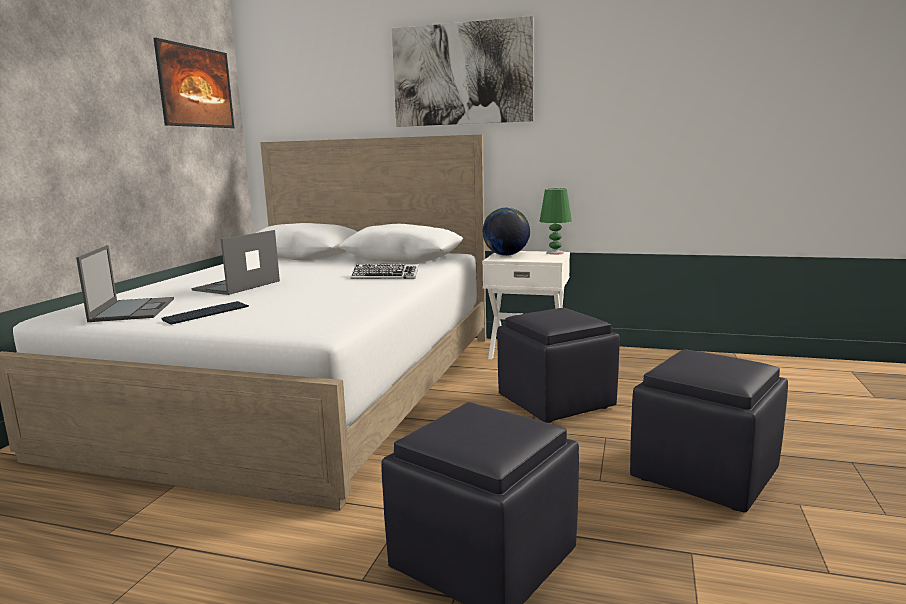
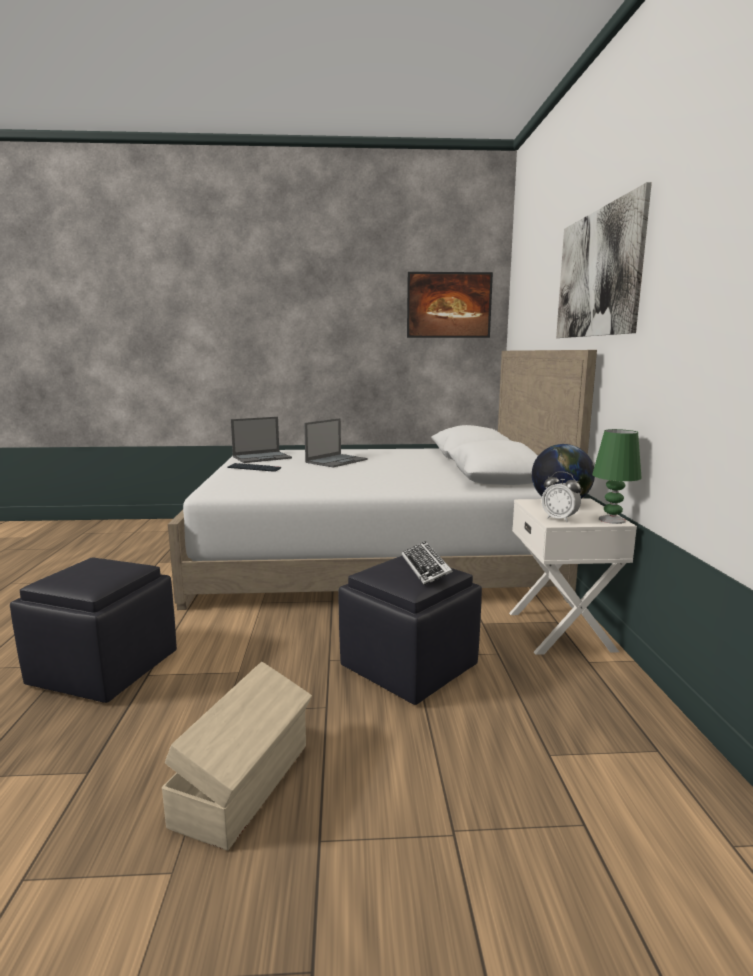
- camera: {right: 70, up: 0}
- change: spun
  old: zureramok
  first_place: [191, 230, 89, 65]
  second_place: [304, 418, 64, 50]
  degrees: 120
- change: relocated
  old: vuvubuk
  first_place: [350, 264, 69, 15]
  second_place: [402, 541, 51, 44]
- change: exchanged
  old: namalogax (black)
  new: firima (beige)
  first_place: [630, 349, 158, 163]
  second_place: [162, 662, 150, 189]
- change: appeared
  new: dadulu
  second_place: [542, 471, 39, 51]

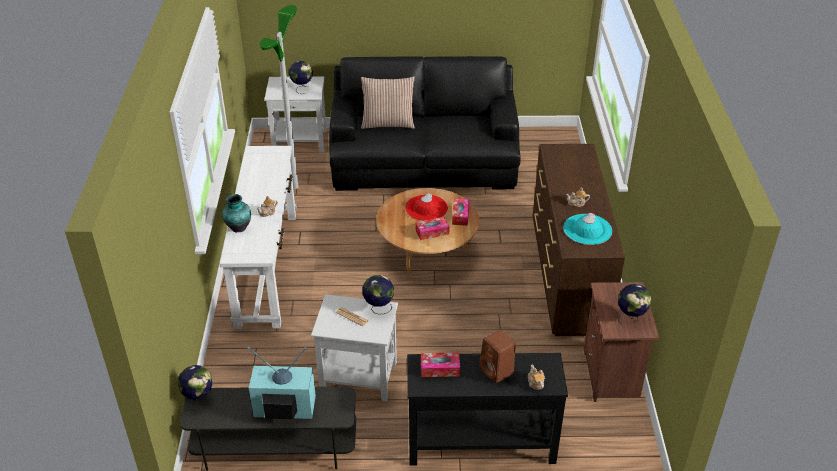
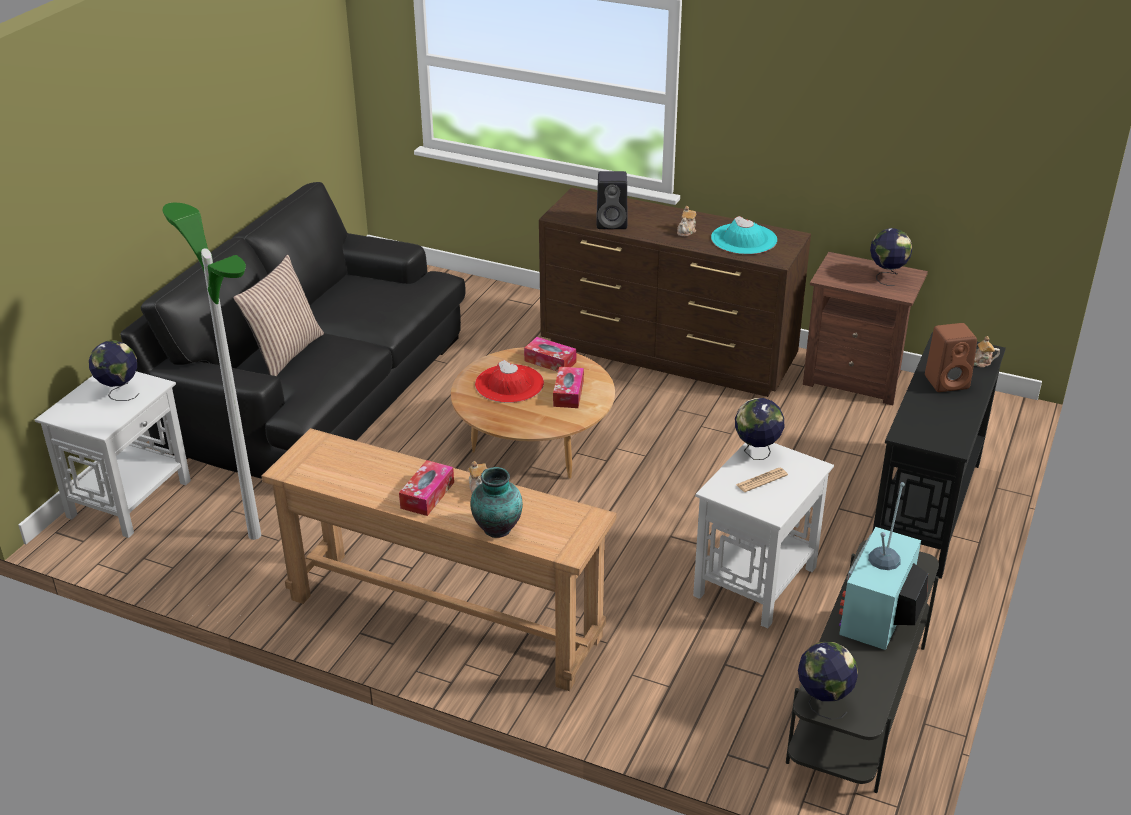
- camera: {right: -65, up: -5}
- change: colour
  old: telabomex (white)
  new: telabomex (brown)
  first_place: [220, 146, 76, 183]
  second_place: [262, 428, 355, 263]
- change: relocated
  old: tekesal
  first_place: [421, 352, 39, 25]
  second_place: [399, 460, 55, 56]
- change: appeared
  new: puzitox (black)
  second_place: [597, 171, 30, 58]

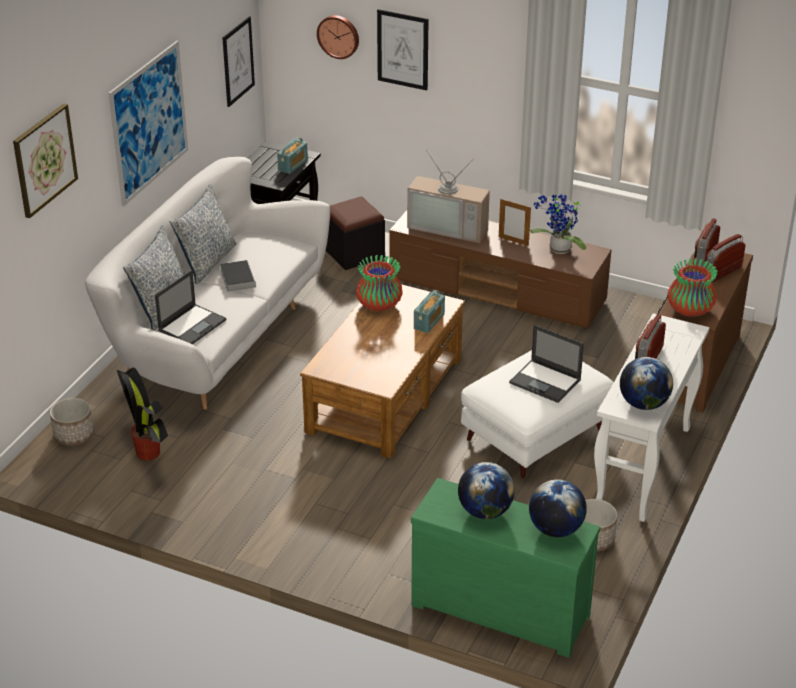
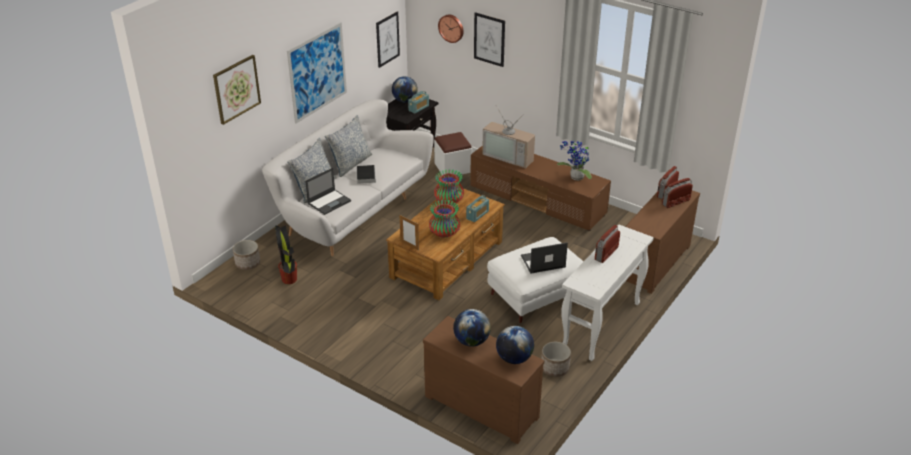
- camera: {right: 10, up: 0}
- change: colour
  old: namalogax (black)
  new: namalogax (white)
  first_place: [326, 196, 59, 74]
  second_place: [434, 132, 38, 45]
- change: colour
  old: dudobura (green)
  new: dudobura (brown)
  first_place: [411, 478, 189, 180]
  second_place: [423, 316, 121, 128]
- change: relocated
  old: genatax
  first_place: [499, 199, 32, 47]
  second_place: [400, 215, 19, 35]
- change: spun
  old: zureramok
  first_place: [509, 325, 75, 78]
  second_place: [521, 242, 47, 32]
  degrees: 120
- change: relocated
  old: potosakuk
  first_place: [620, 357, 53, 53]
  second_place: [392, 76, 26, 27]
- change: relocated
  old: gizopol
  first_place: [667, 259, 51, 58]
  second_place: [429, 200, 31, 38]

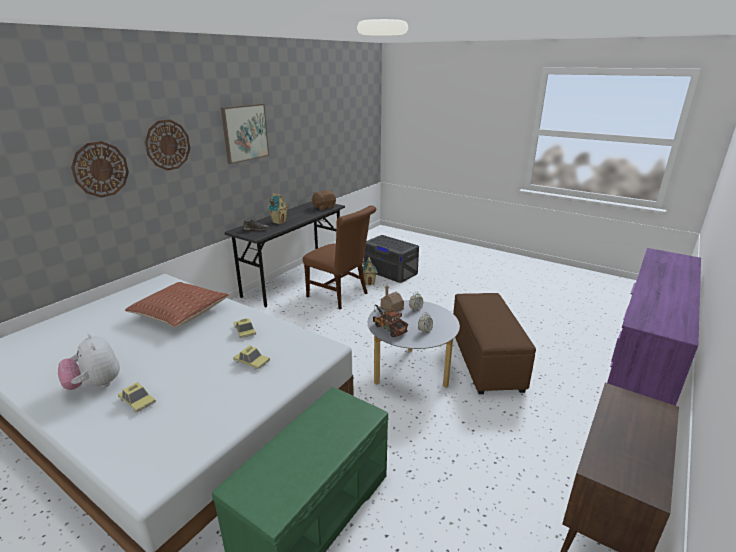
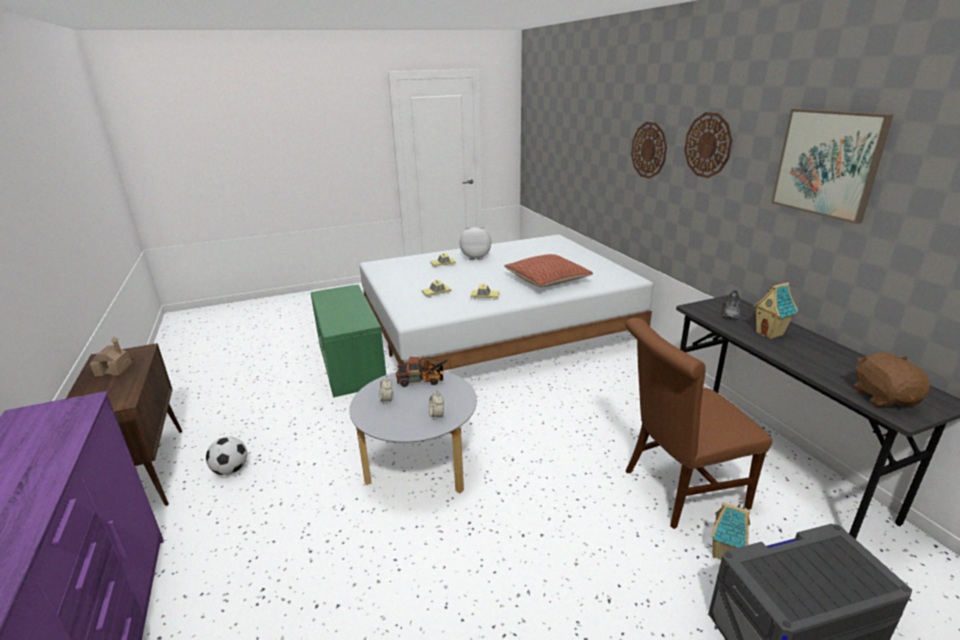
- camera: {right: 125, up: 0}
- change: relocated
  old: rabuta
  first_place: [381, 285, 23, 27]
  second_place: [90, 337, 42, 39]
- change: missing
  old: namalogax (brown)
  first_place: [453, 293, 83, 101]
- change: appeared
  new: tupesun
  second_place: [206, 436, 41, 39]

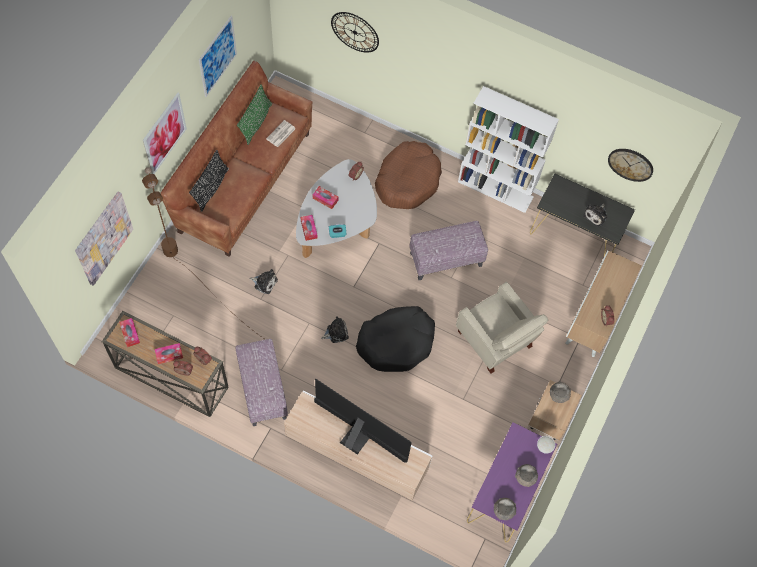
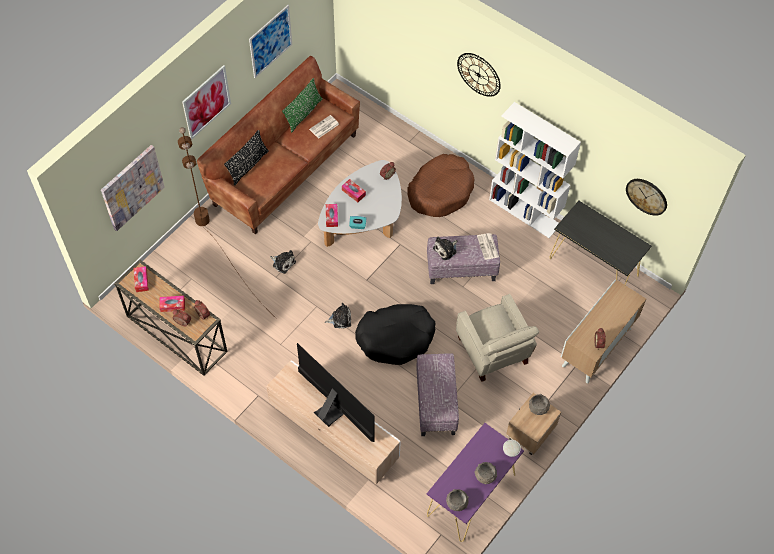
- camera: {right: 15, up: -5}
- change: relocated
  old: namalogax
  first_place: [235, 339, 53, 87]
  second_place: [416, 353, 43, 83]
- change: relocated
  old: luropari
  first_place: [331, 12, 48, 41]
  second_place: [457, 53, 44, 44]
- change: relocated
  old: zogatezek
  first_place: [583, 204, 24, 23]
  second_place: [433, 237, 24, 23]
- change: appeared
  new: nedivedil
  second_place: [477, 233, 22, 27]

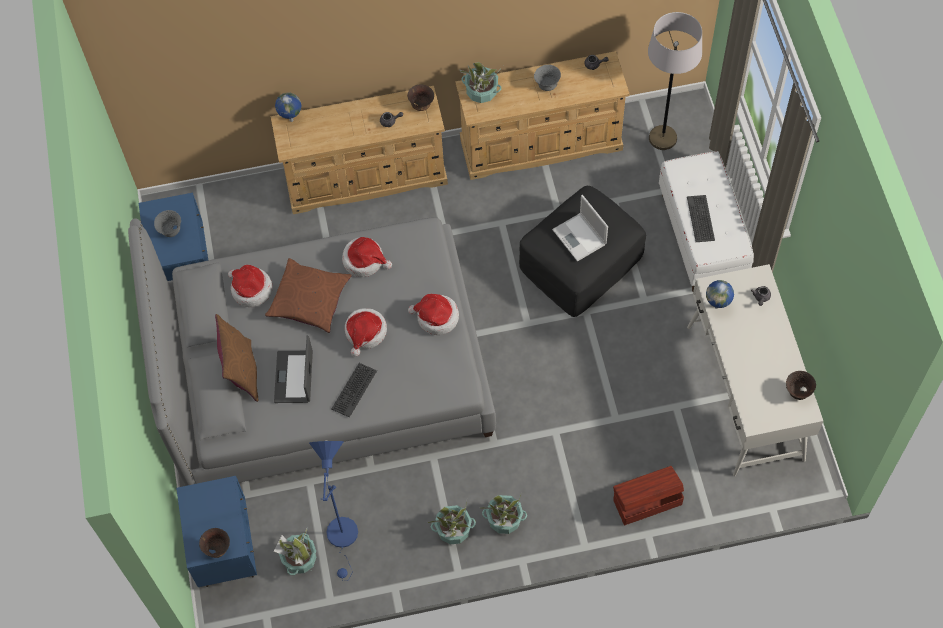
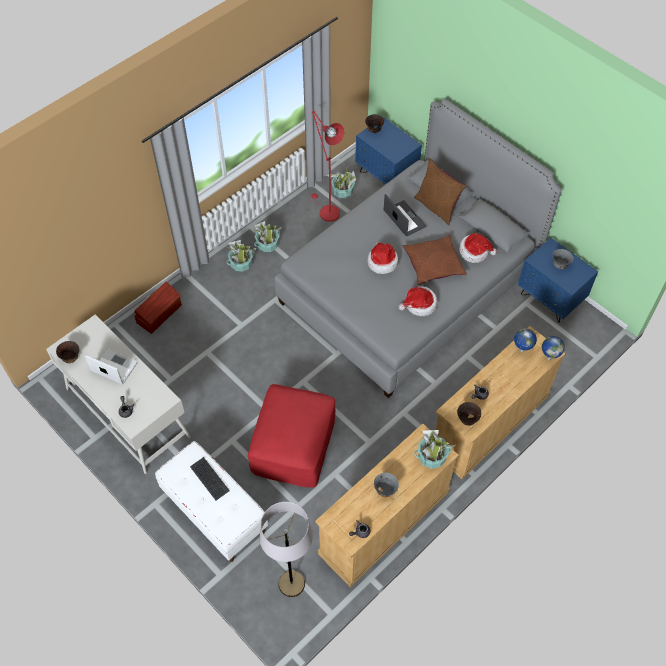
- camera: {right: 145, up: -5}
- change: colour
  old: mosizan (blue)
  new: mosizan (red)
  first_place: [309, 440, 49, 141]
  second_place: [309, 111, 35, 111]
- change: missing
  old: vuvubuk
  first_place: [331, 363, 46, 55]
- change: missing
  old: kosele
  first_place: [408, 294, 51, 41]
- change: colour
  old: namalogax (black)
  new: namalogax (red)
  first_place: [519, 186, 127, 131]
  second_place: [248, 384, 87, 104]
- change: relocated
  old: zureramok
  first_place: [552, 195, 56, 66]
  second_place: [85, 348, 53, 36]
- change: relocated
  old: potosakuk
  first_place: [706, 280, 28, 29]
  second_place: [514, 328, 23, 24]

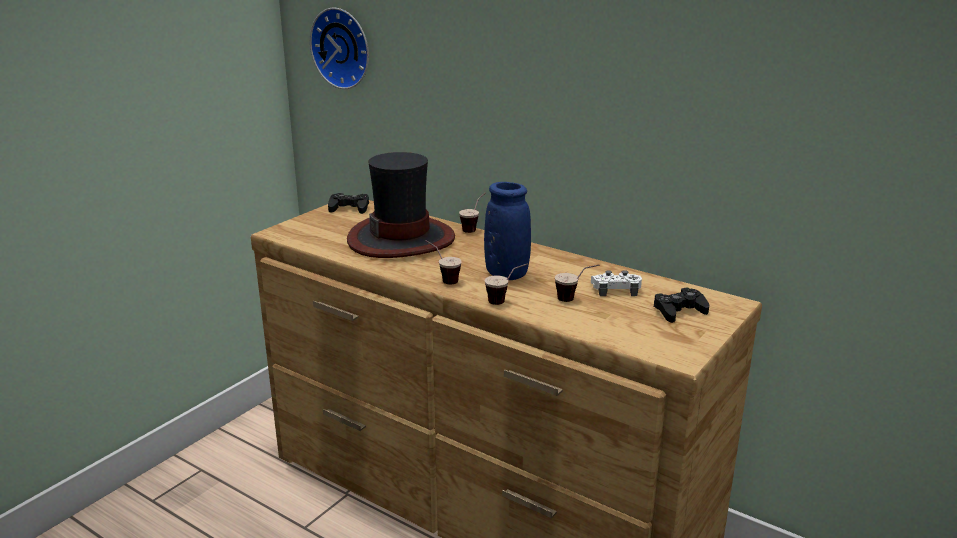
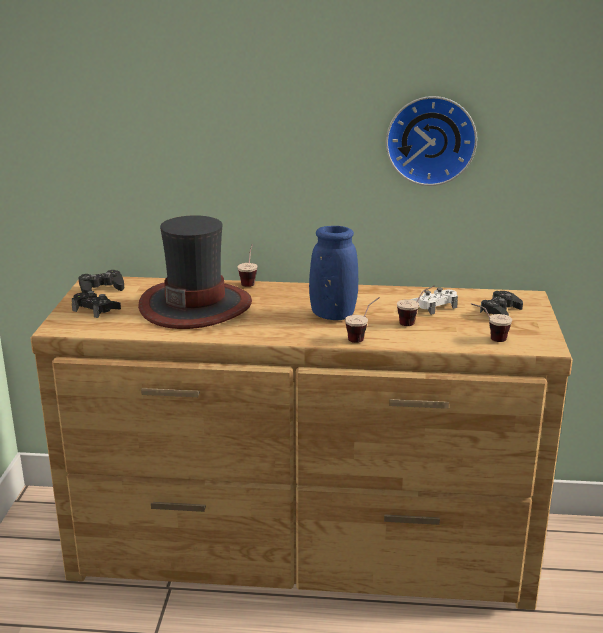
- camera: {right: -30, up: 0}
- change: relocated
  old: luropari
  first_place: [310, 8, 59, 81]
  second_place: [386, 96, 91, 90]
- change: relocated
  old: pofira
  first_place: [425, 240, 37, 44]
  second_place: [471, 303, 41, 39]
- change: appeared
  new: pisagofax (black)
  second_place: [72, 291, 49, 27]

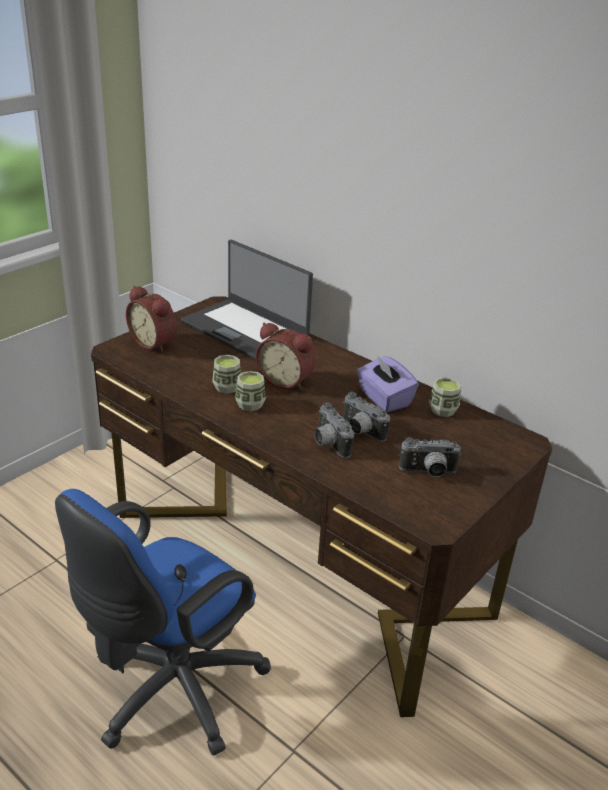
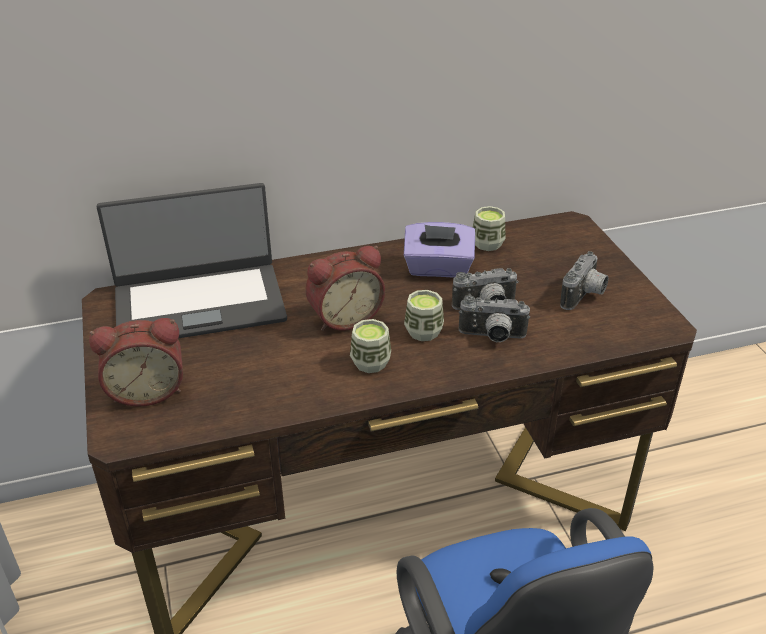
- camera: {right: -55, up: 5}
- change: relocated
  old: pofira
  first_place: [212, 355, 29, 39]
  second_place: [404, 290, 40, 51]

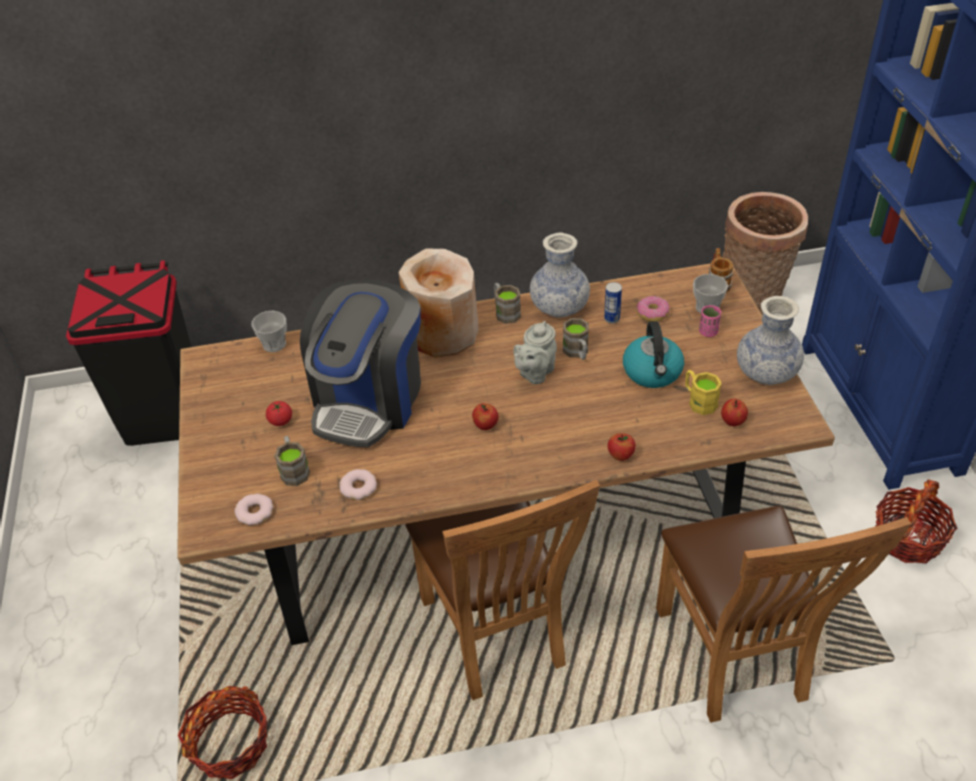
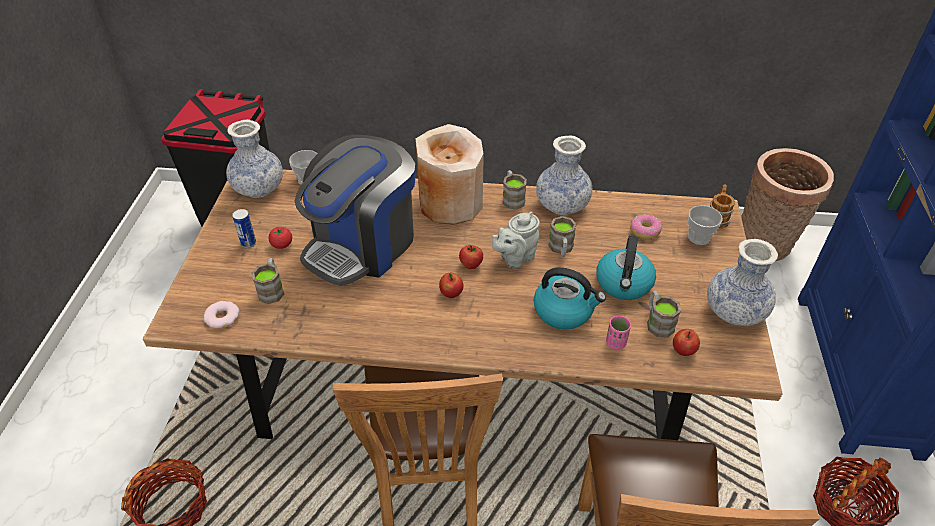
- camera: {right: 15, up: 0}
- change: missing
  old: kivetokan
  first_place: [339, 469, 38, 31]
- change: relocated
  old: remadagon
  first_place: [604, 282, 18, 42]
  second_place: [232, 209, 24, 39]
- change: relocated
  old: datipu
  first_place: [608, 433, 28, 28]
  second_place: [459, 245, 24, 24]
- change: colour
  old: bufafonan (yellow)
  new: bufafonan (brown)
  first_place: [685, 370, 37, 45]
  second_place: [647, 290, 34, 48]
- change: relocated
  old: pofira (pink)
  first_place: [699, 305, 22, 32]
  second_place: [606, 316, 25, 33]
- change: appeared
  new: gizopol
  second_place: [226, 119, 57, 79]
- change: appeared
  new: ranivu
  second_place: [534, 267, 72, 62]

